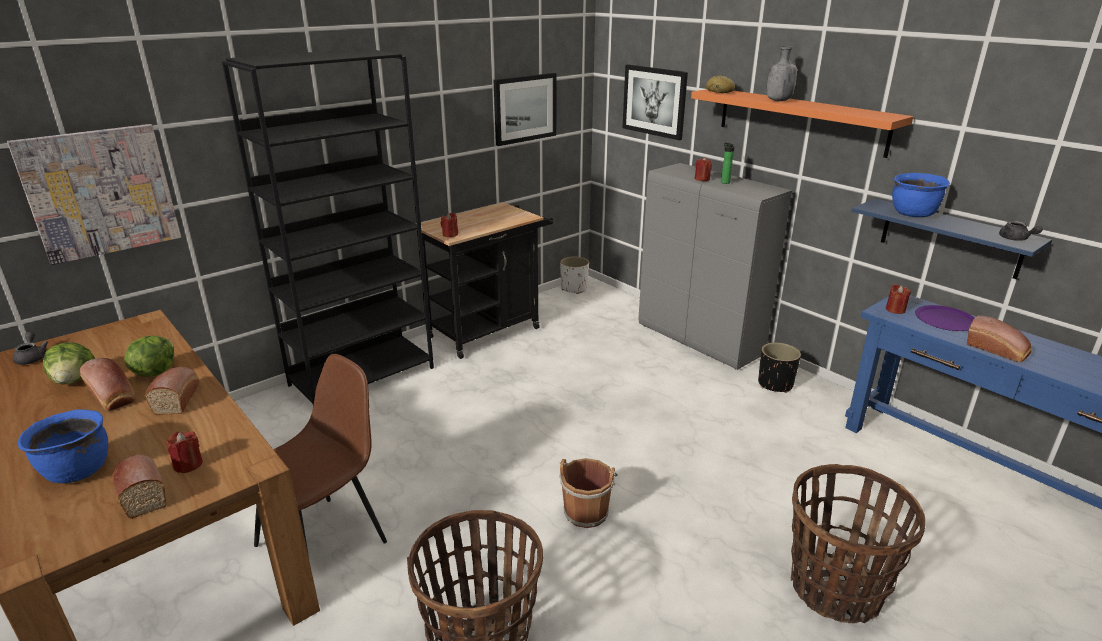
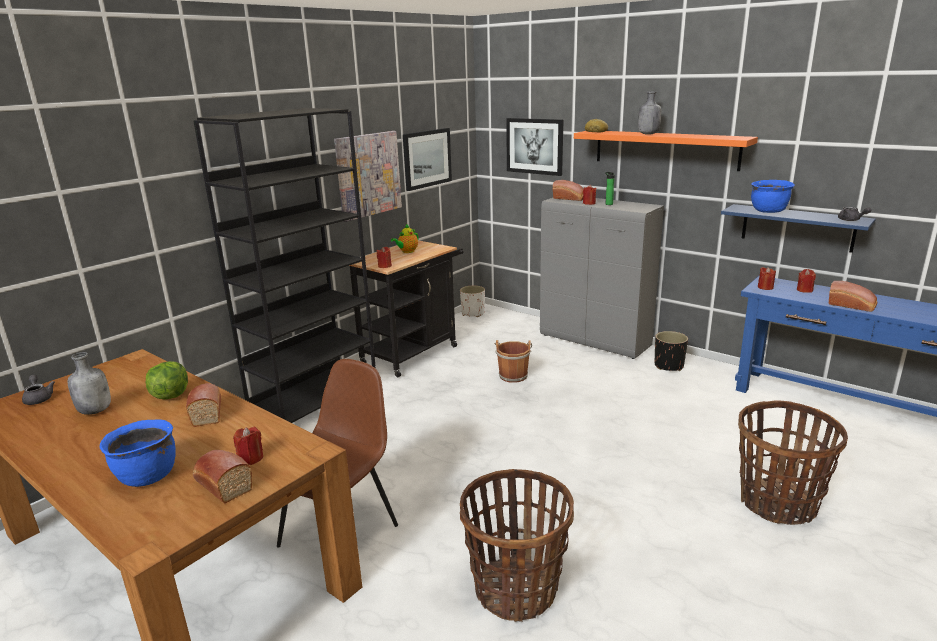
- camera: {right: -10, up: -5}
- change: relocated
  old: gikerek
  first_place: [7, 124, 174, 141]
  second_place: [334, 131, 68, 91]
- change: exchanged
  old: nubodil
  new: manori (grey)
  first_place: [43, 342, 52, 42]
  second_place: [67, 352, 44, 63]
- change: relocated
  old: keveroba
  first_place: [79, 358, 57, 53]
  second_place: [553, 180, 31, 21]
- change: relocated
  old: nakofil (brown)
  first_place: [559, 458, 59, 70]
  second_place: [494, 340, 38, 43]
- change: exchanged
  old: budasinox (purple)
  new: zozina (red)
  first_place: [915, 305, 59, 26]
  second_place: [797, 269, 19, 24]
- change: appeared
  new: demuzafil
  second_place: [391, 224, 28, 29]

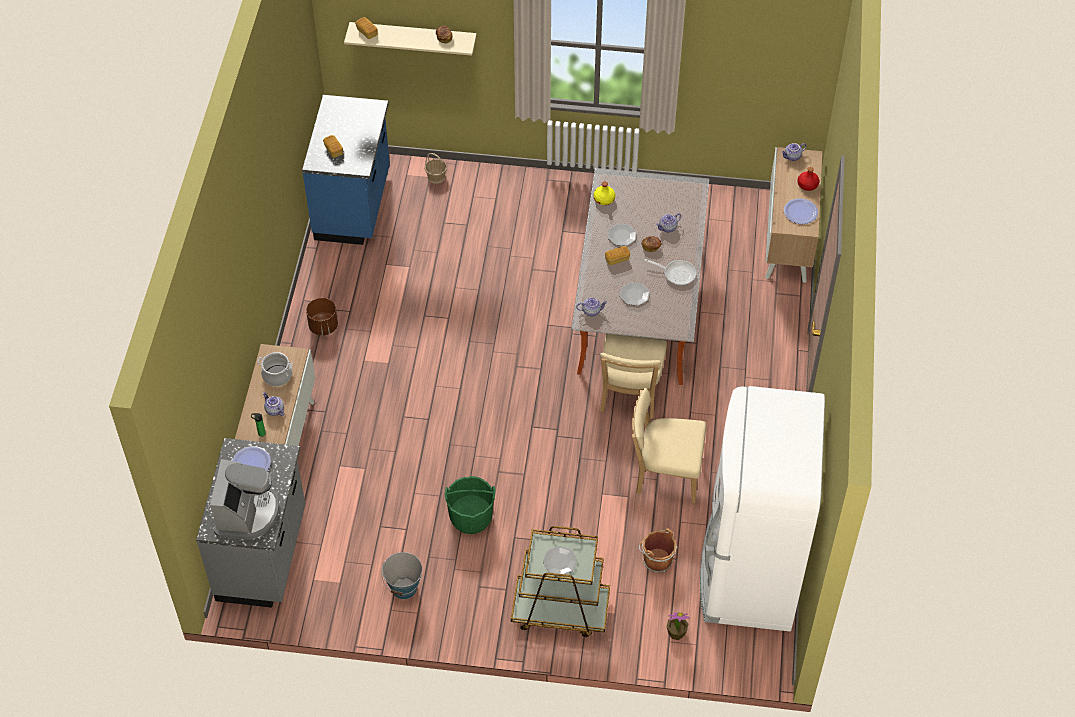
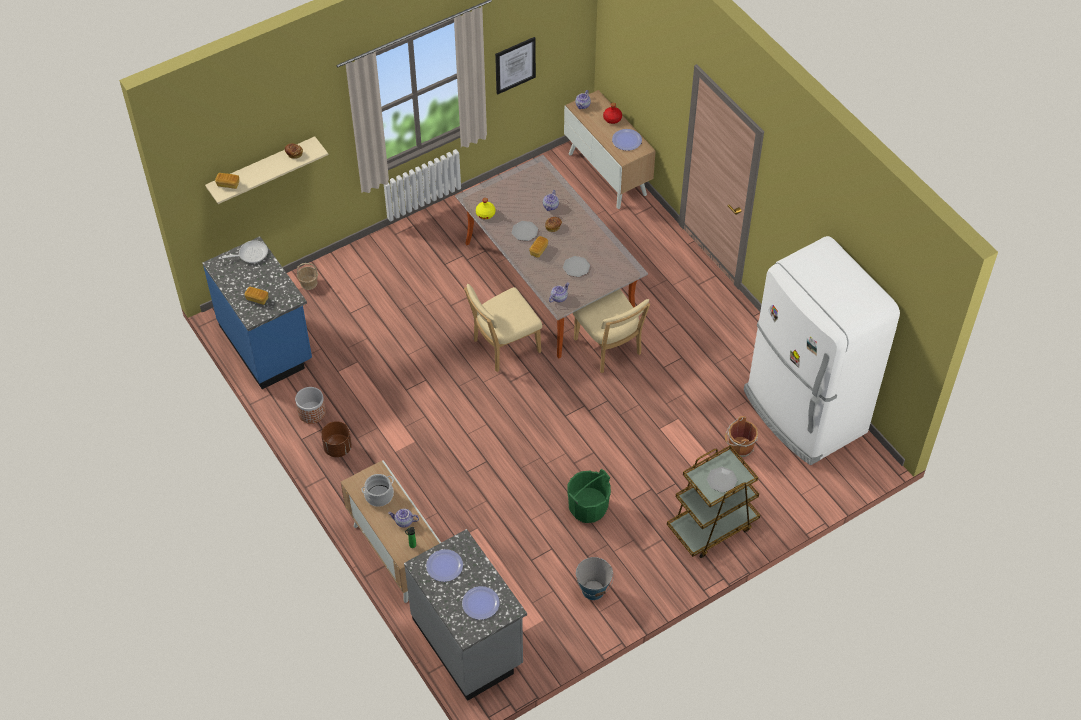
- camera: {right: -40, up: 0}
- change: exchanged
  old: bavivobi
  new: budasinox
  first_place: [210, 459, 69, 81]
  second_place: [462, 586, 38, 34]
- change: relocated
  old: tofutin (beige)
  first_place: [632, 388, 74, 115]
  second_place: [464, 284, 78, 88]
- change: relocated
  old: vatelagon
  first_place: [644, 259, 52, 26]
  second_place: [219, 240, 49, 23]
- change: missing
  old: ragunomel
  first_place: [667, 612, 23, 28]
- change: appeared
  new: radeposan
  second_place: [295, 387, 31, 37]
- change: appeared
  new: gikerek
  second_place: [495, 37, 41, 58]

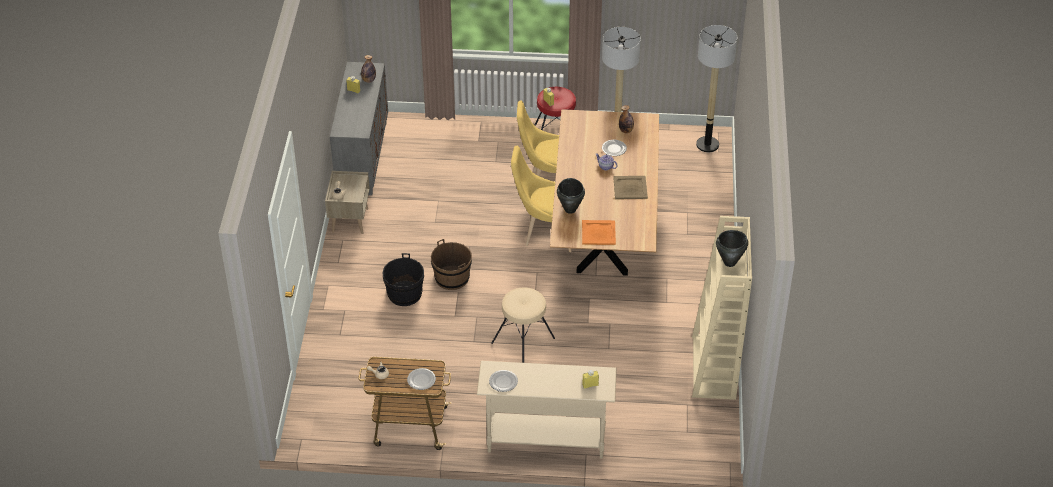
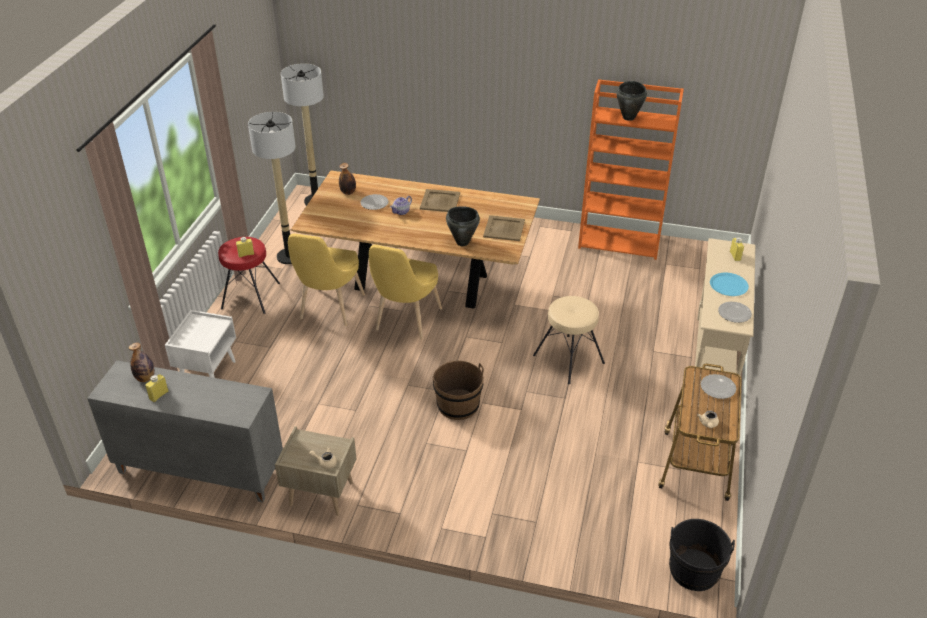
- camera: {right: -80, up: -5}
- change: relocated
  old: nakofil (black)
  first_place: [383, 253, 41, 53]
  second_place: [669, 519, 66, 72]
- change: colour
  old: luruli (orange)
  new: luruli (beige)
  first_place: [582, 220, 34, 25]
  second_place: [483, 215, 42, 26]
- change: colour
  old: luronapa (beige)
  new: luronapa (orange)
  first_place: [692, 216, 60, 184]
  second_place: [578, 79, 106, 181]
- change: appeared
  new: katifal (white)
  second_place: [165, 310, 71, 68]
- change: appeared
  new: budasinox (blue)
  second_place: [710, 273, 39, 23]

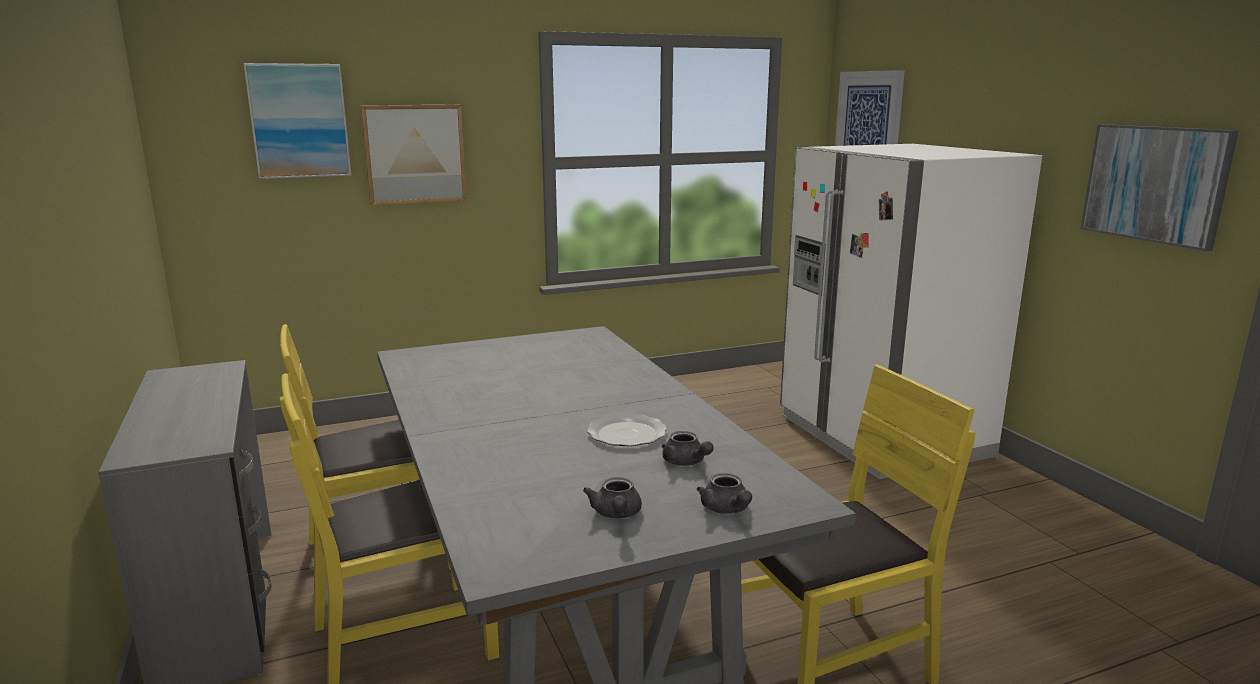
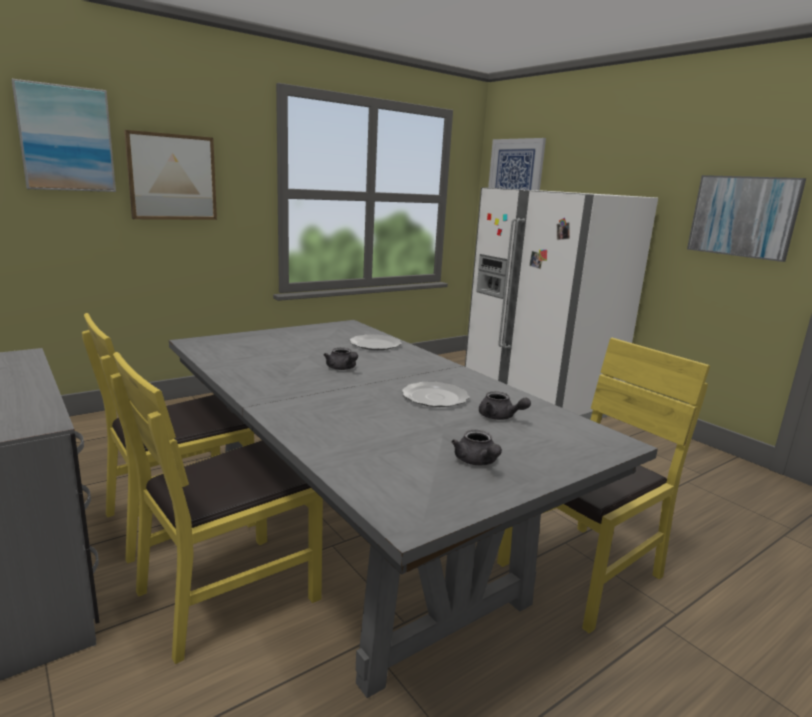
- camera: {right: -15, up: 0}
- change: relocated
  old: demuzafil (grey)
  first_place: [697, 473, 55, 41]
  second_place: [324, 348, 34, 22]
- change: appeared
  new: budasinox
  second_place: [350, 334, 51, 16]

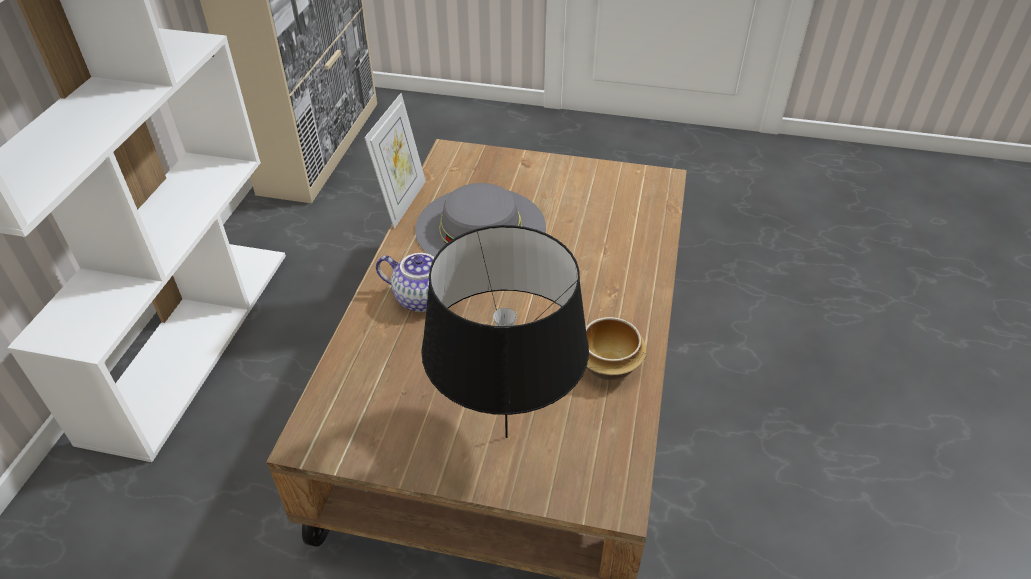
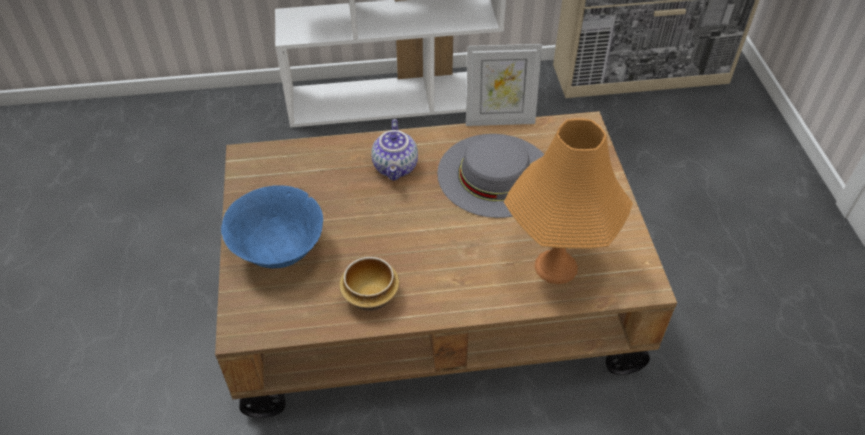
- camera: {right: 70, up: 5}
- change: exchanged
  old: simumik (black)
  new: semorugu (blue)
  first_place: [421, 225, 168, 213]
  second_place: [221, 185, 102, 83]
- change: appeared
  new: simumik (orange)
  second_place: [504, 118, 129, 166]

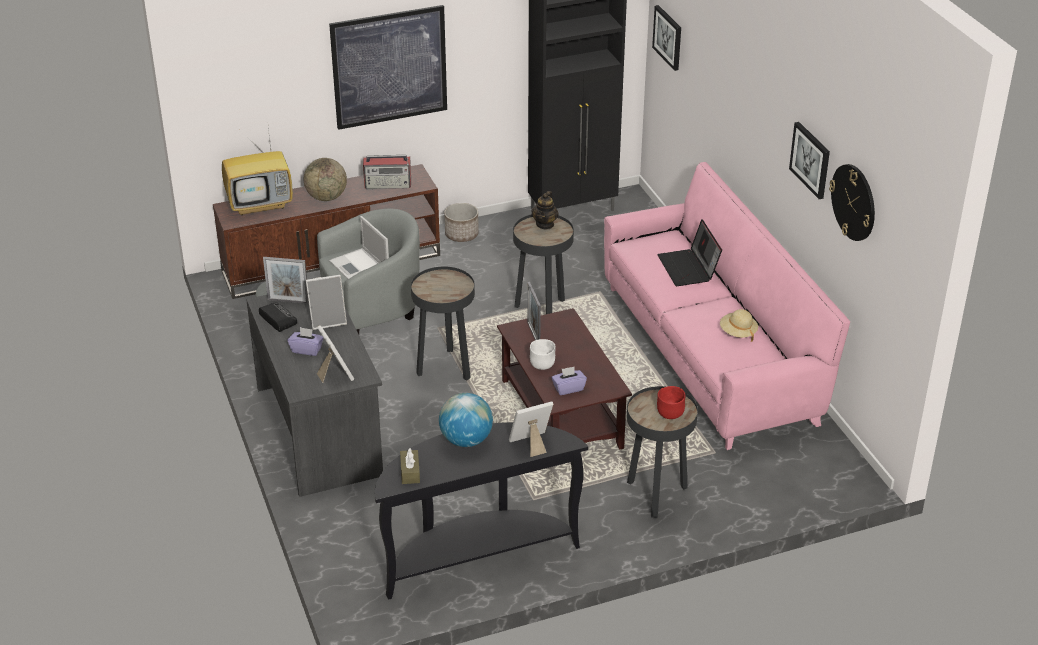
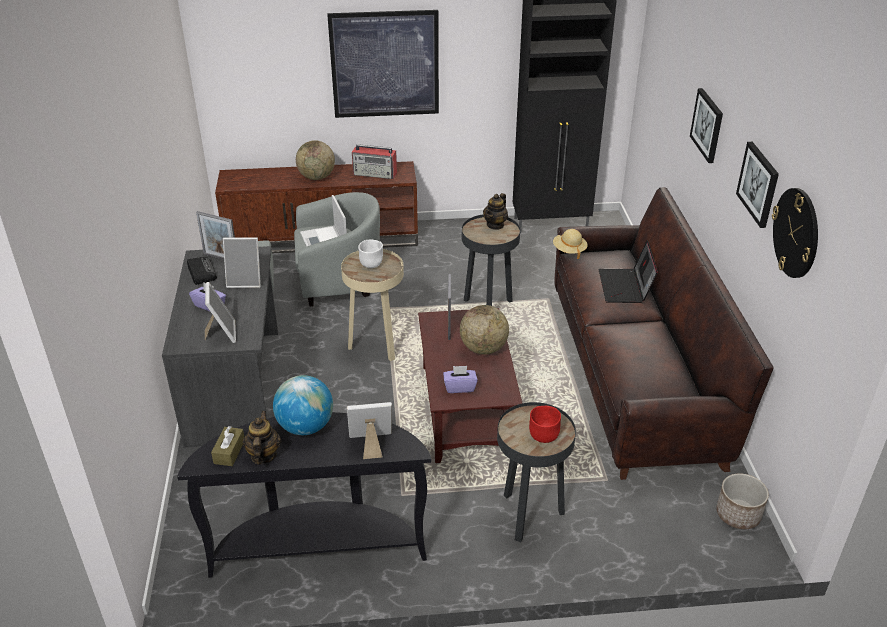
- camera: {right: 15, up: 0}
- change: missing
  old: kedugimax
  first_place: [222, 127, 71, 89]
- change: colour
  old: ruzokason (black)
  new: ruzokason (beige)
  first_place: [411, 267, 64, 113]
  second_place: [341, 249, 63, 112]
- change: relocated
  old: radeposan
  first_place: [444, 203, 35, 39]
  second_place: [716, 473, 53, 56]
- change: relocated
  old: semorugu (white)
  first_place: [530, 339, 25, 31]
  second_place: [358, 240, 25, 28]
- change: colour
  old: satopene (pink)
  new: satopene (brown)
  first_place: [604, 162, 246, 288]
  second_place: [555, 187, 219, 293]
- change: relocated
  old: gikerek
  first_place: [652, 5, 29, 66]
  second_place: [690, 88, 33, 75]
- change: relocated
  old: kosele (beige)
  first_place: [720, 309, 38, 33]
  second_place: [553, 229, 35, 30]
- change: appeared
  new: demuzafil
  second_place: [242, 411, 39, 54]
- change: appeared
  new: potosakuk
  second_place: [460, 305, 49, 50]

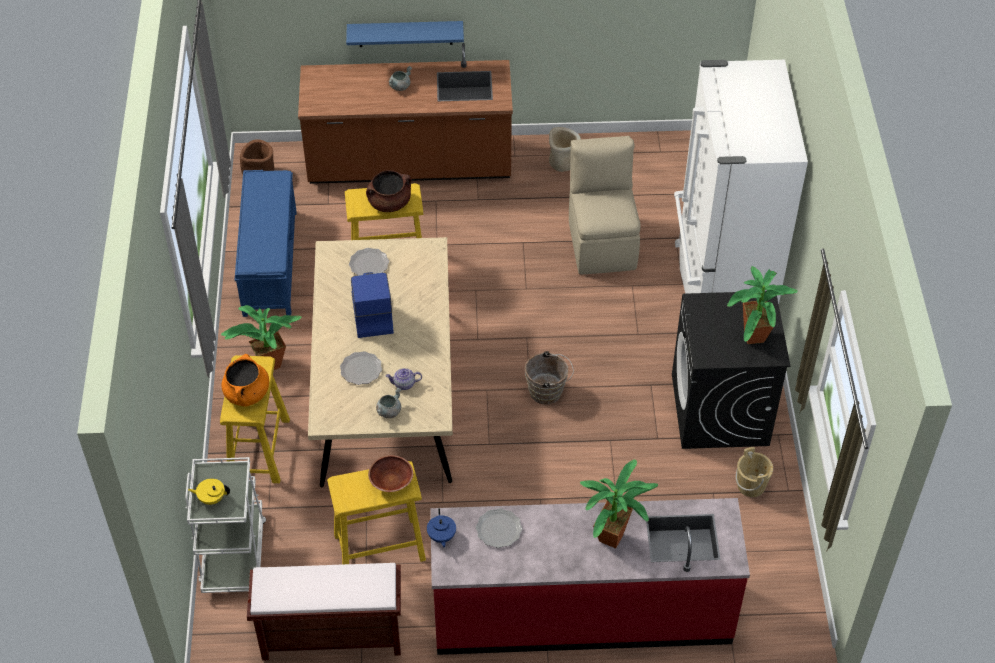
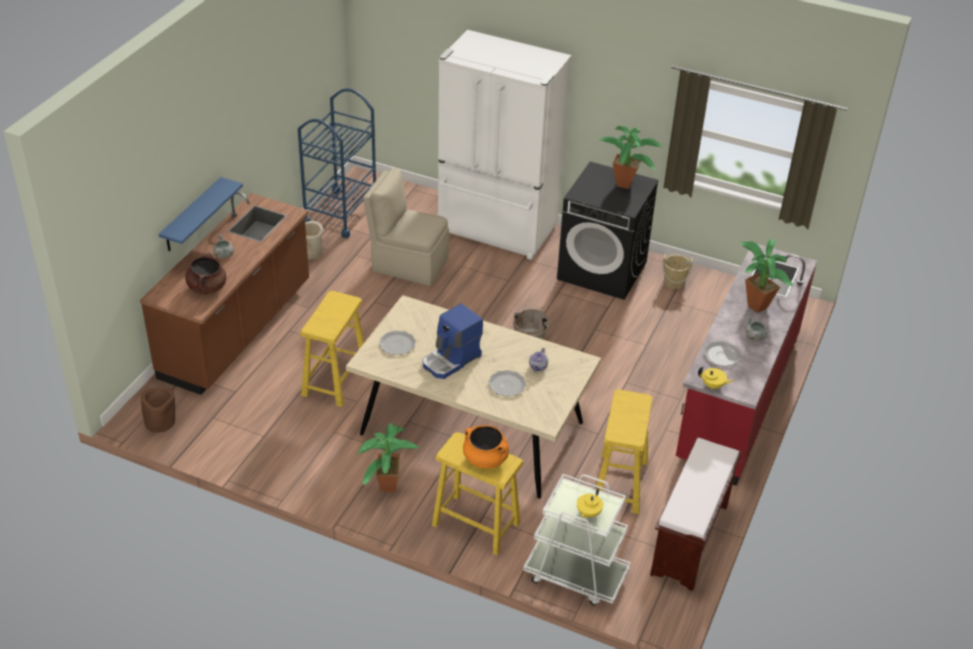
- camera: {right: -65, up: -10}
- change: missing
  old: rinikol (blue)
  first_place: [235, 170, 62, 147]
- change: spun
  old: bavivobi
  first_place: [351, 272, 43, 66]
  second_place: [423, 303, 60, 76]
  degrees: -60
- change: relocated
  old: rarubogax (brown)
  first_place: [366, 170, 46, 42]
  second_place: [185, 253, 41, 42]
- change: missing
  old: semorugu (brown)
  first_place: [368, 455, 45, 37]
- change: relocated
  old: rarubogax (grey)
  first_place: [376, 388, 25, 30]
  second_place: [746, 315, 23, 26]
- change: colour
  old: demuzafil (blue)
  new: demuzafil (yellow)
  first_place: [427, 508, 29, 40]
  second_place: [698, 367, 36, 23]
- change: appeared
  new: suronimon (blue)
  second_place: [298, 88, 78, 150]

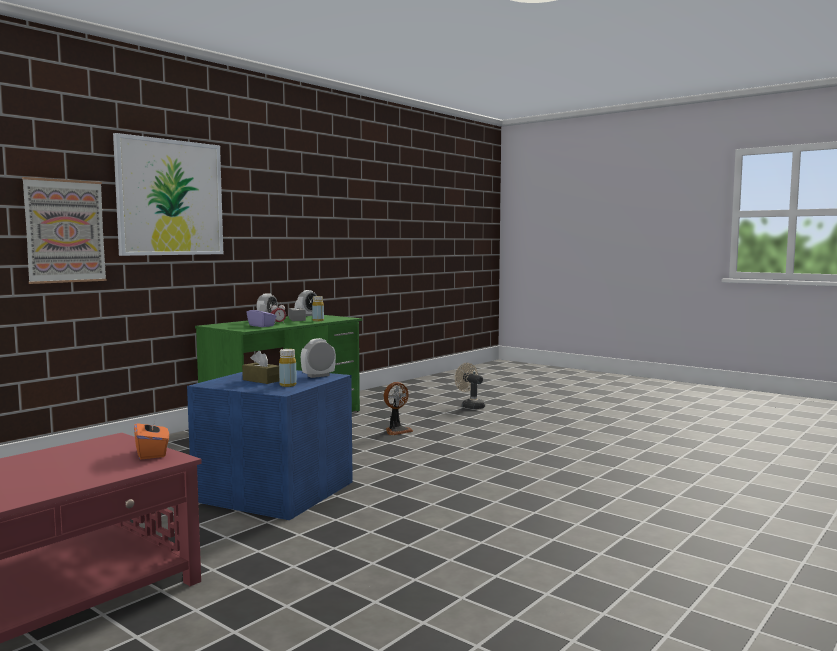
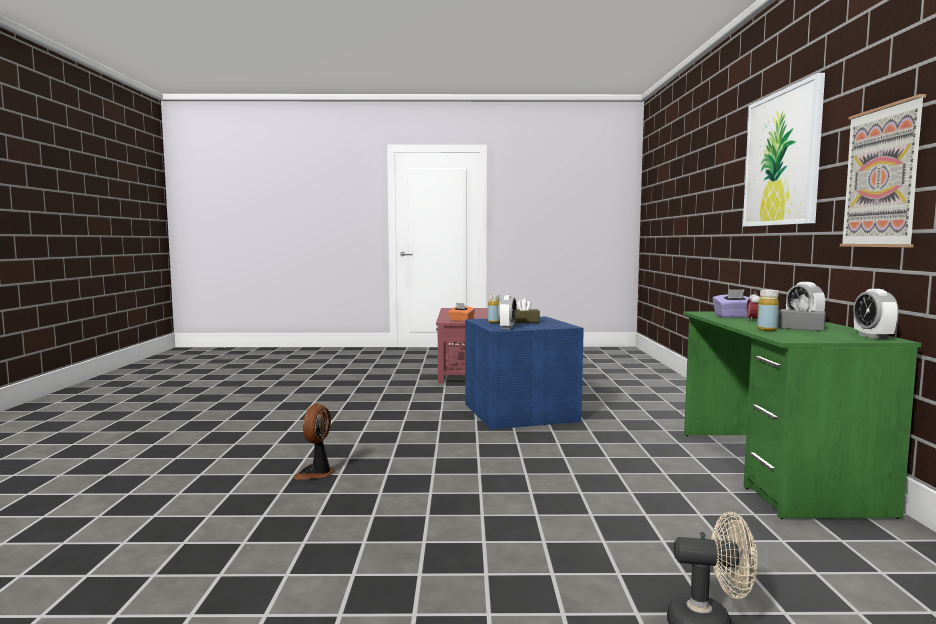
- camera: {right: 140, up: 0}
- change: relocated
  old: gikerek
  first_place: [22, 177, 85, 107]
  second_place: [840, 94, 86, 153]
- change: relocated
  old: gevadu
  first_place: [384, 382, 29, 53]
  second_place: [293, 403, 42, 77]

